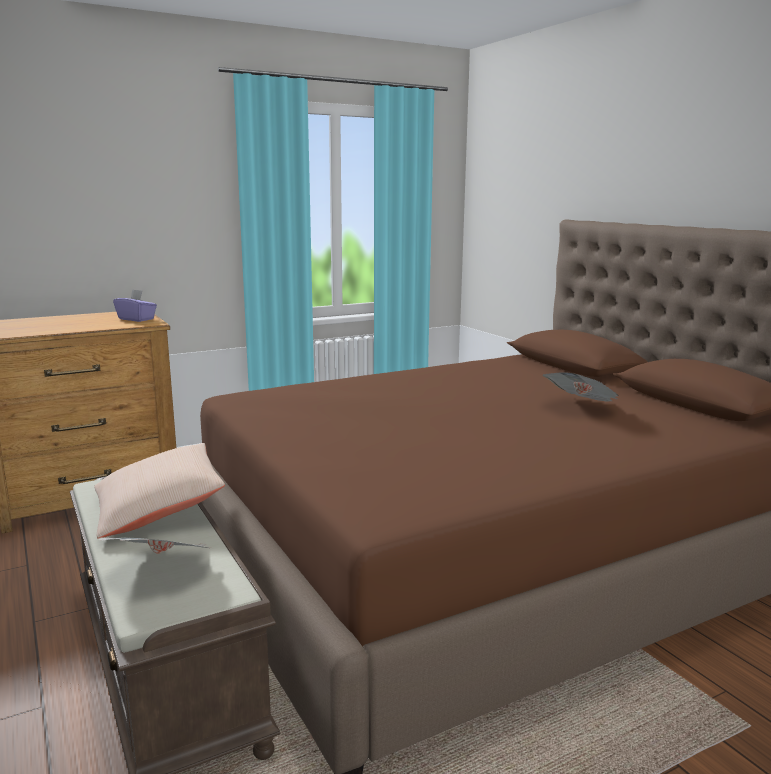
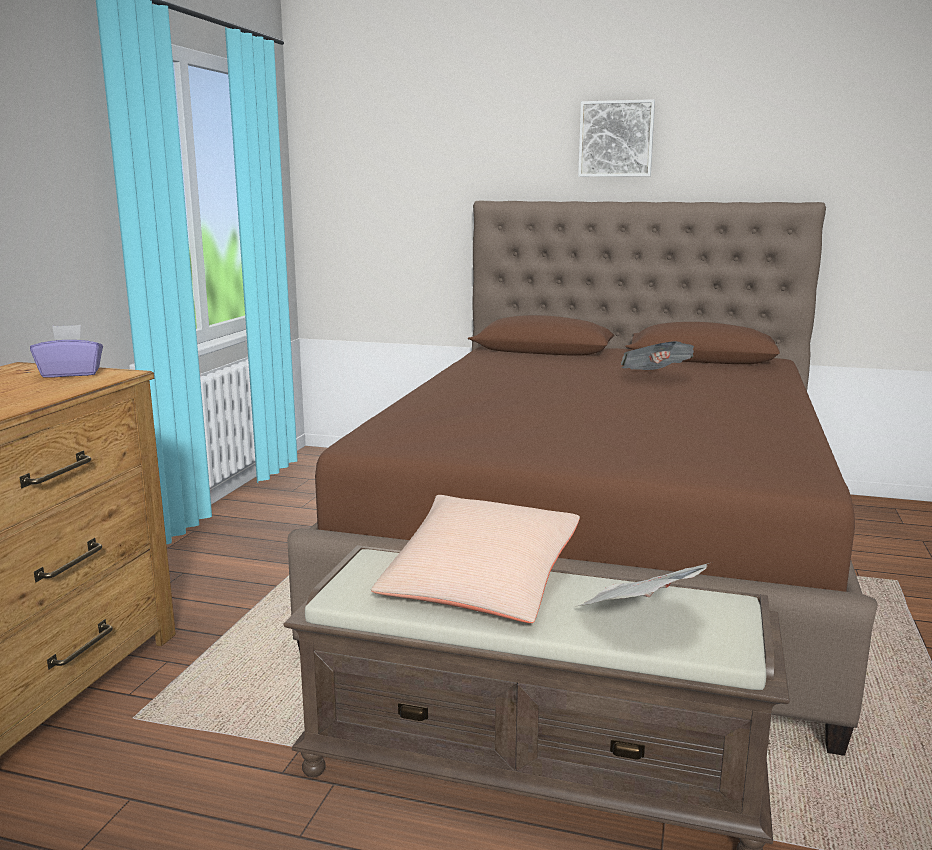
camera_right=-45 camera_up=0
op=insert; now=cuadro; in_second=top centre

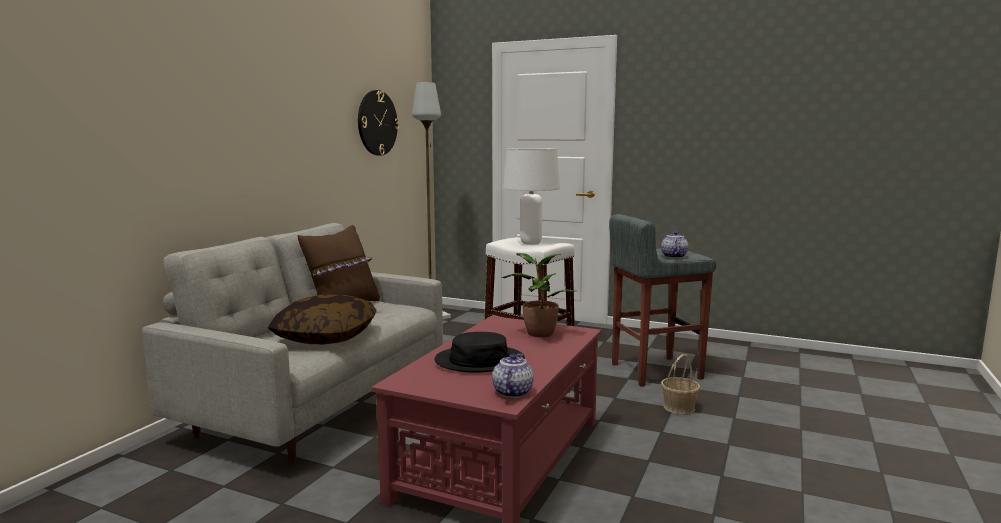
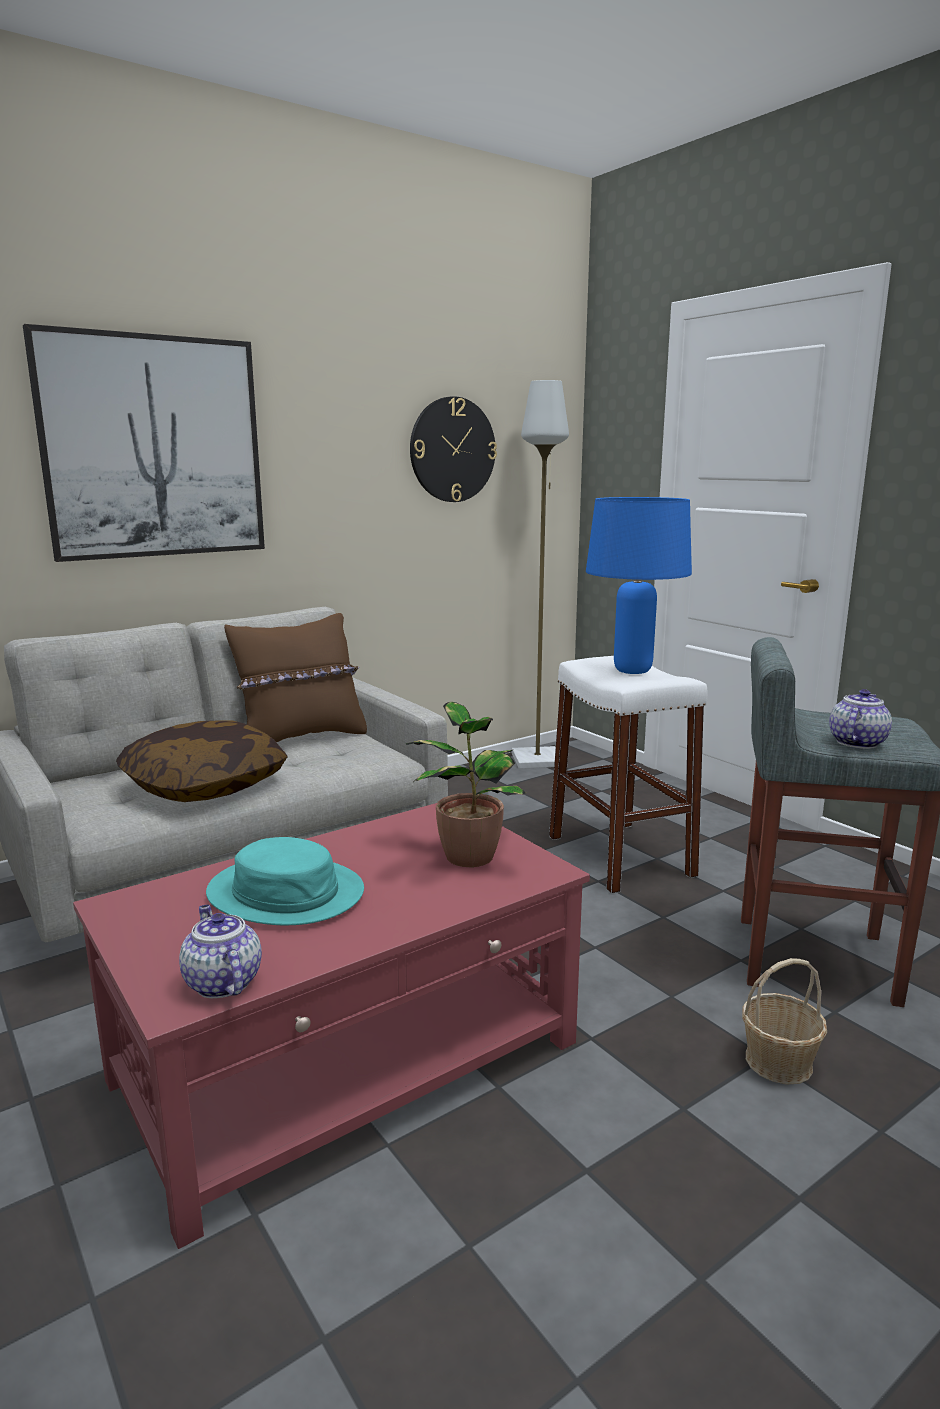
camera_right=30 camera_up=5
op=recolor; was=lámpara de mesa/blanco; now=lámpara de mesa/azul; in_first=centre; in_second=middle right
op=recolor; was=sombrero/negro; now=sombrero/turquesa; in_first=bottom centre; in_second=middle left
op=rotate; was=tetera (1st from left); in_first=bottom centre; in_second=bottom left; clockwise=-75
op=insert; now=cuadro; in_second=top left

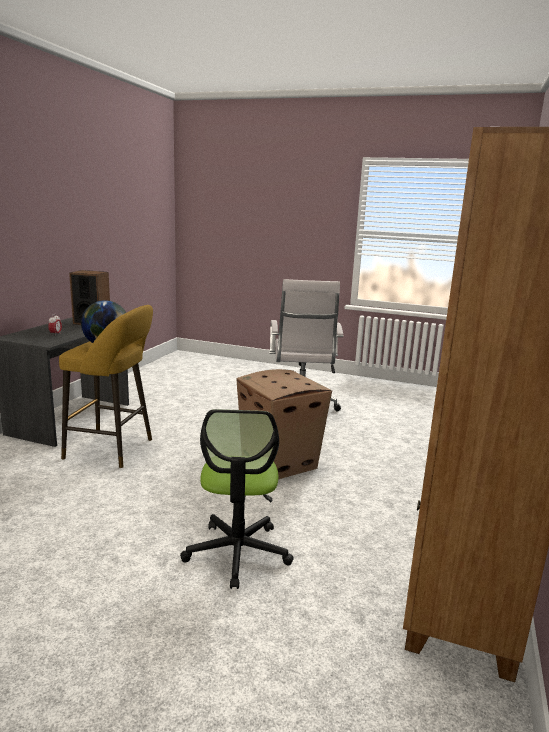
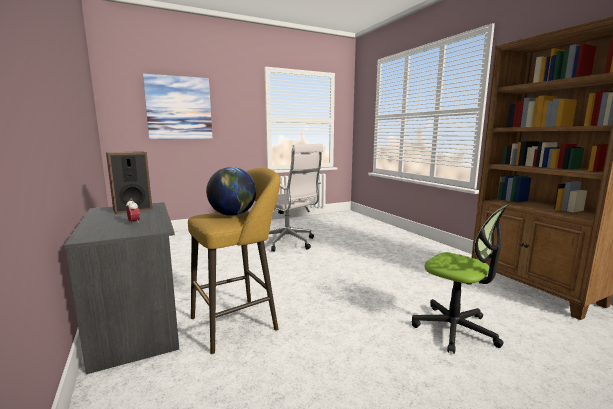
camera_right=-45 camera_up=-5
op=delete; was=caja de cartón; in_first=centre
op=insert; now=cuadro; in_second=top left

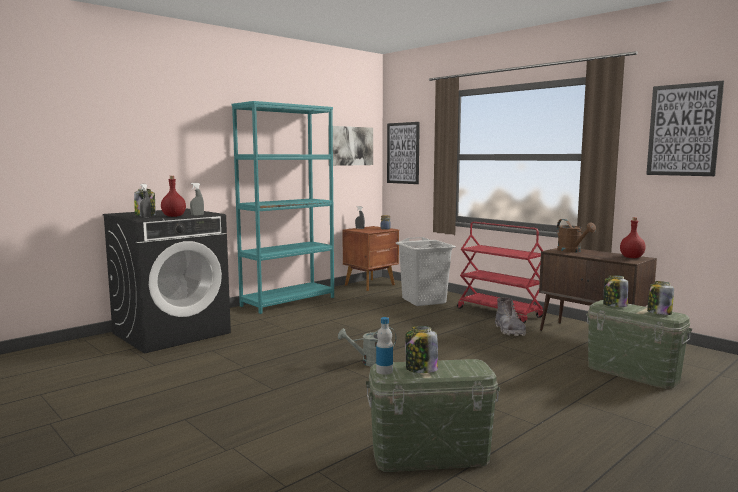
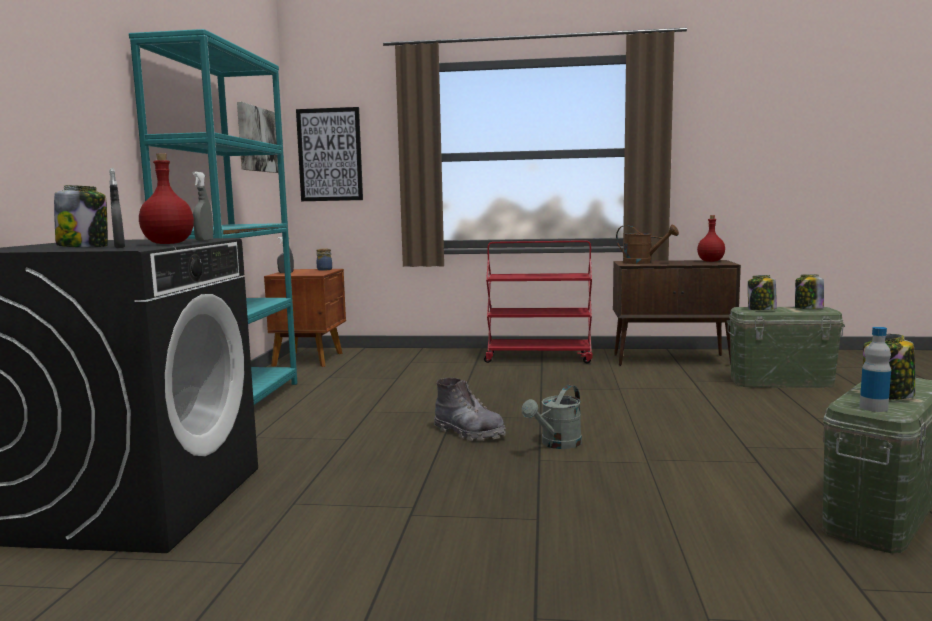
camera_right=-40 camera_up=0
op=delete; was=cuadro (3rd from left); in_first=top right
op=delete; was=cesto de la ropa/gris; in_first=centre
op=move; was=bota/gris; in_first=middle right; in_second=centre

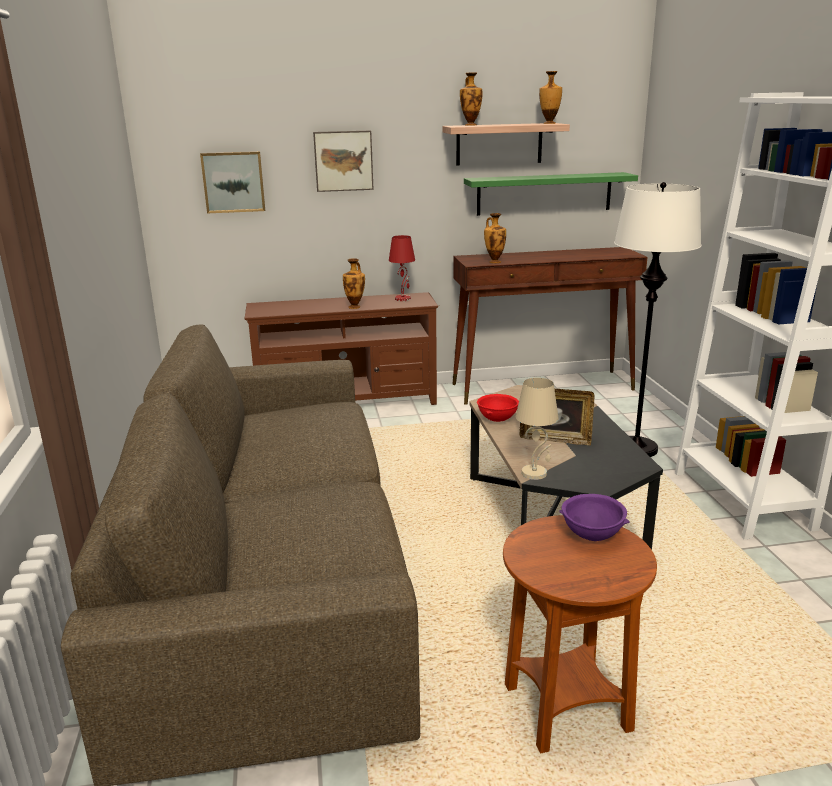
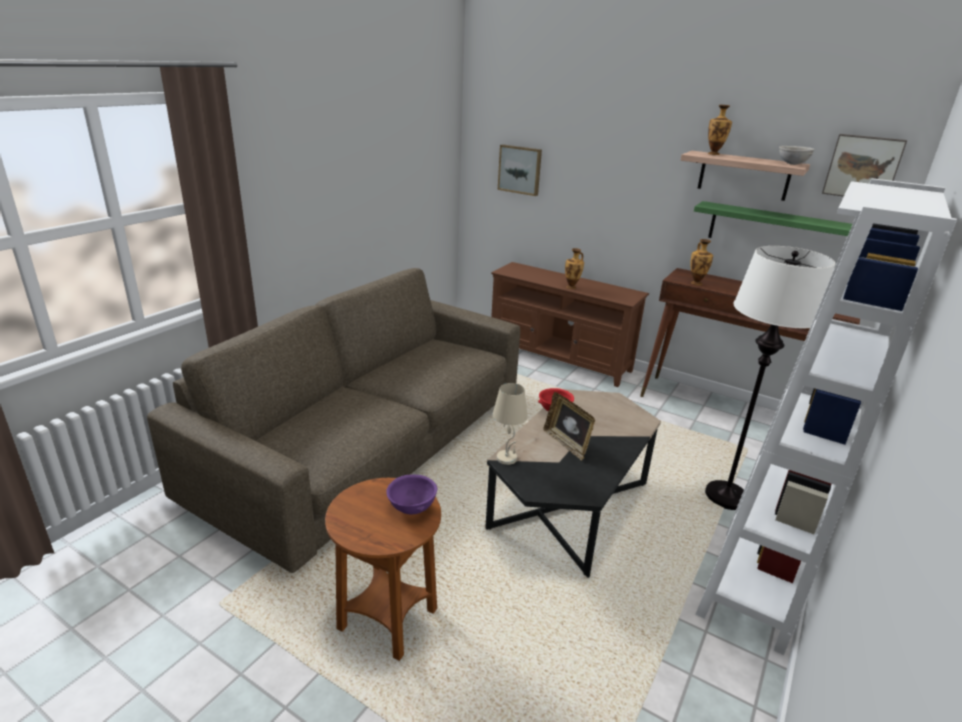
camera_right=40 camera_up=5
op=replace; was=florero (4th from left); now=cuenco/gris; in_first=top centre; in_second=top right
op=move; was=cuadro (2nd from left); in_first=top centre; in_second=top right
op=delete; was=lámpara de mesa/rojo; in_first=centre

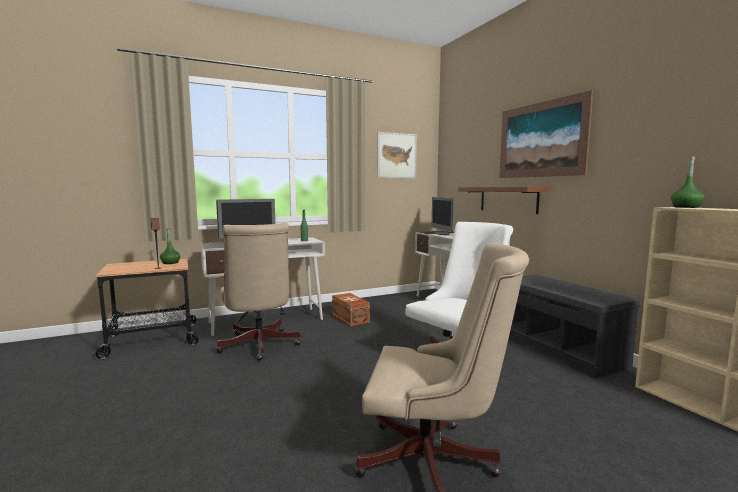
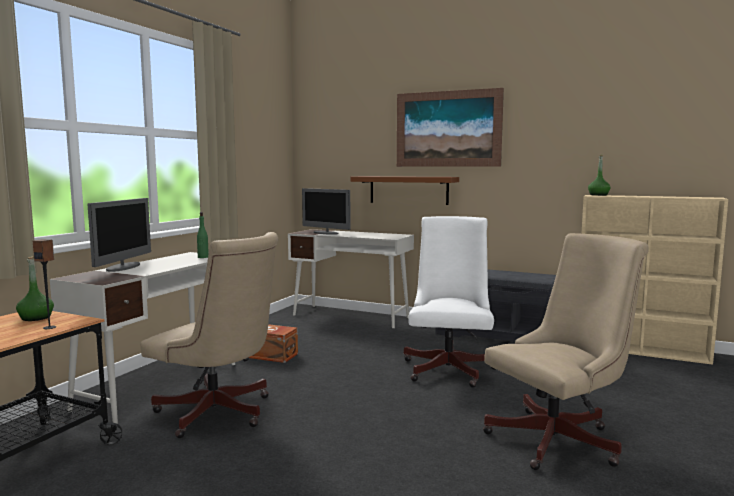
camera_right=-40 camera_up=0
op=delete; was=cuadro (1st from left); in_first=top centre

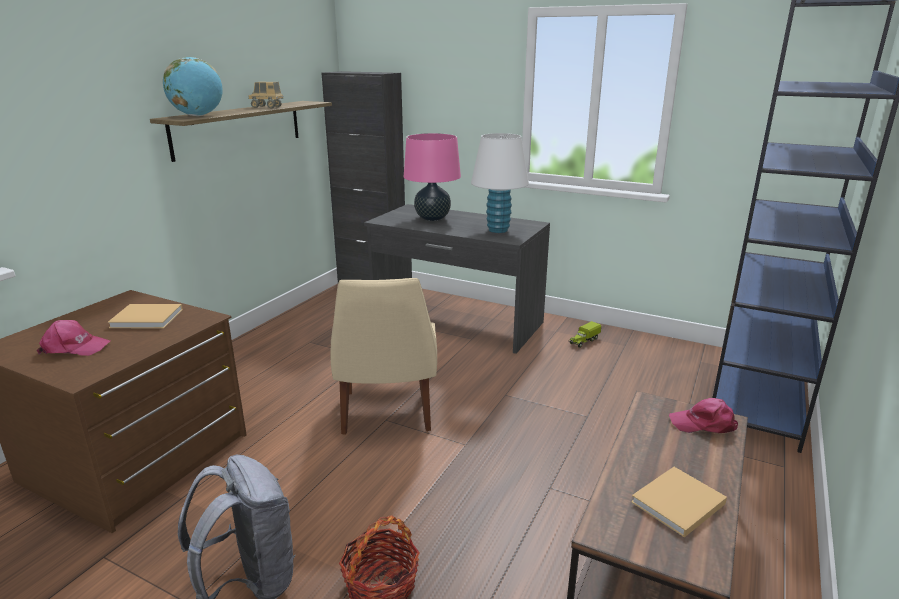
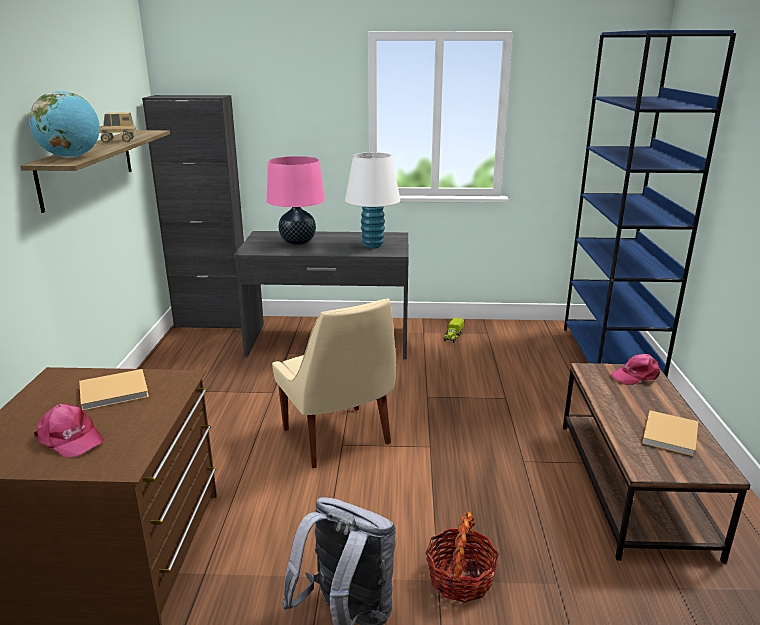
camera_right=-25 camera_up=0
op=rotate; was=gorra/rosa (1st from left); in_first=middle left; in_second=bottom left; clockwise=60

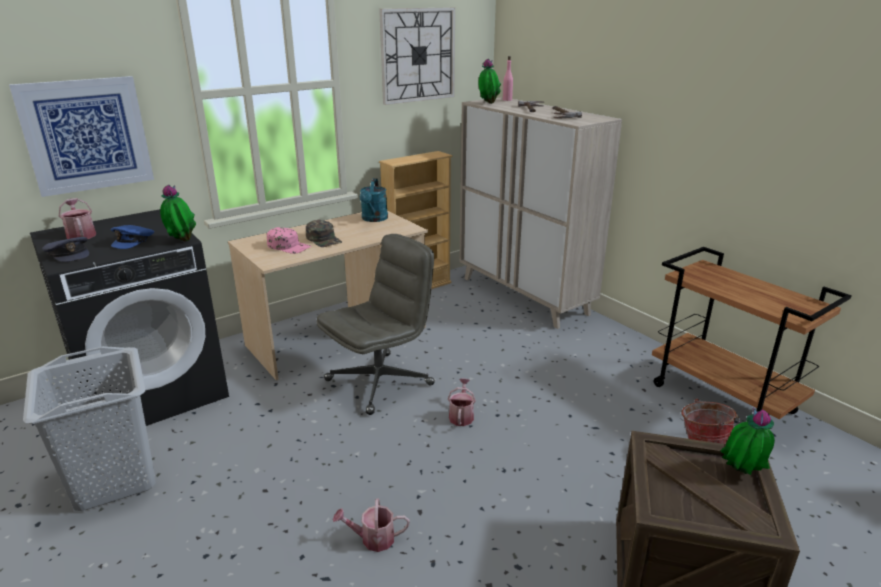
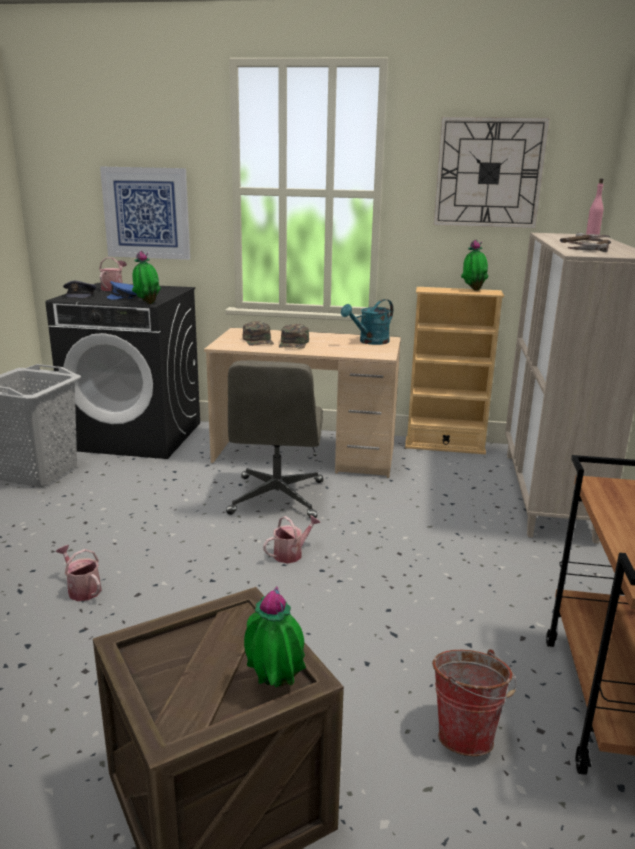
camera_right=45 camera_up=-5
op=move; was=planta en maceta (2nd from left in the first image); now=planta en maceta (3rd from left); in_first=top centre; in_second=top right
op=recolor; was=gorra/rosa; now=gorra/verde (1st from left); in_first=middle left; in_second=centre
op=rotate; was=silla de oficina/gris; in_first=centre; in_second=centre; clockwise=90

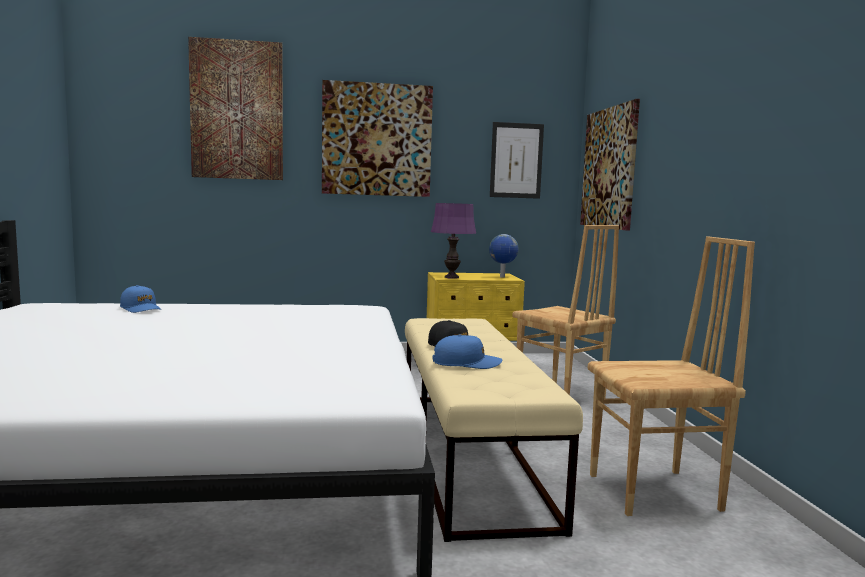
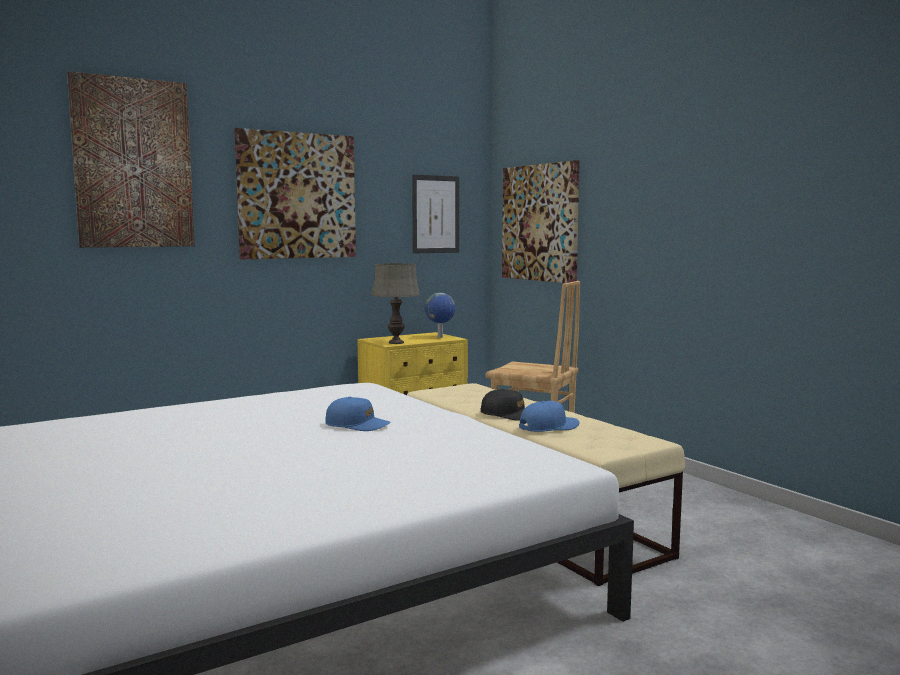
camera_right=-25 camera_up=0
op=recolor; was=lámpara de mesa/morado; now=lámpara de mesa/gris; in_first=centre; in_second=centre
op=delete; was=silla/marrón (2nd from left); in_first=middle right
op=move; was=gorra/azul (1st from left); in_first=middle left; in_second=centre

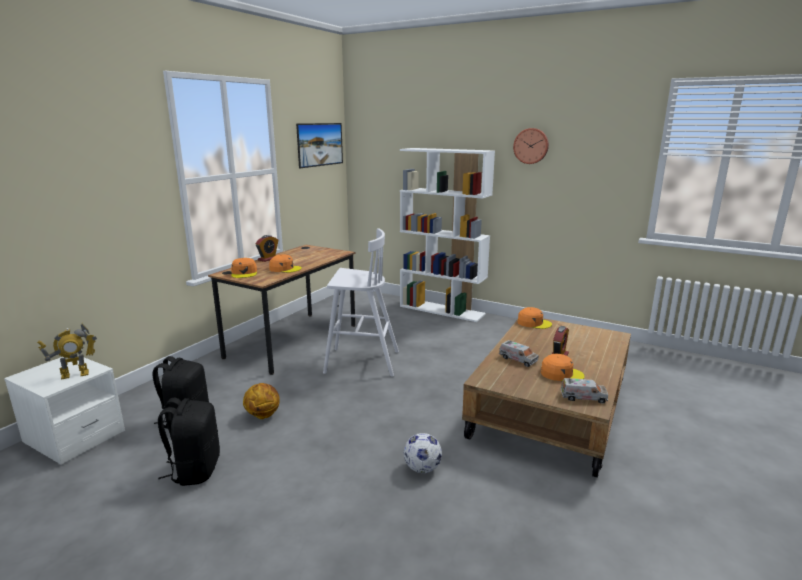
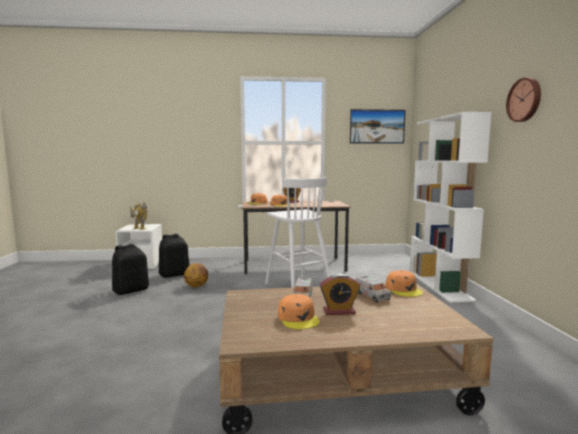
camera_right=55 camera_up=-10
op=move; was=camión de juguete (2nd from left); in_first=bottom right; in_second=centre
op=delete; was=balón de fútbol; in_first=bottom centre

